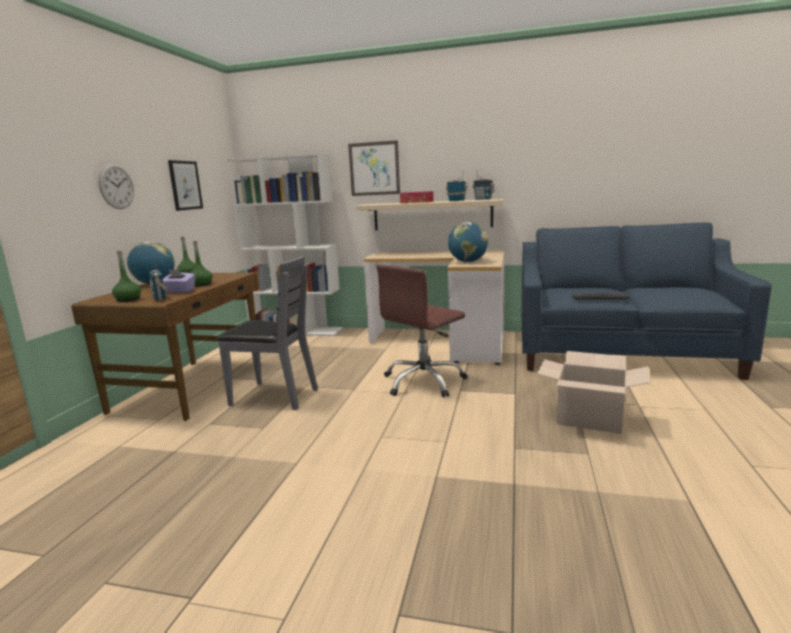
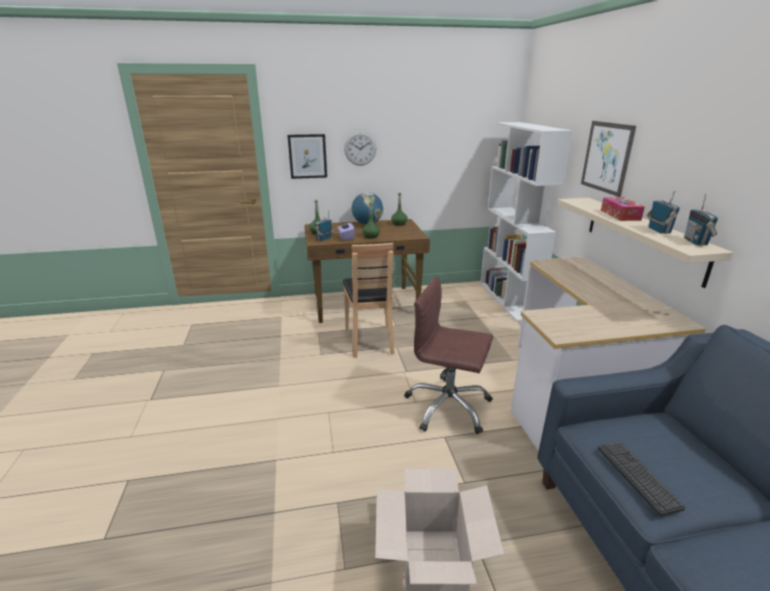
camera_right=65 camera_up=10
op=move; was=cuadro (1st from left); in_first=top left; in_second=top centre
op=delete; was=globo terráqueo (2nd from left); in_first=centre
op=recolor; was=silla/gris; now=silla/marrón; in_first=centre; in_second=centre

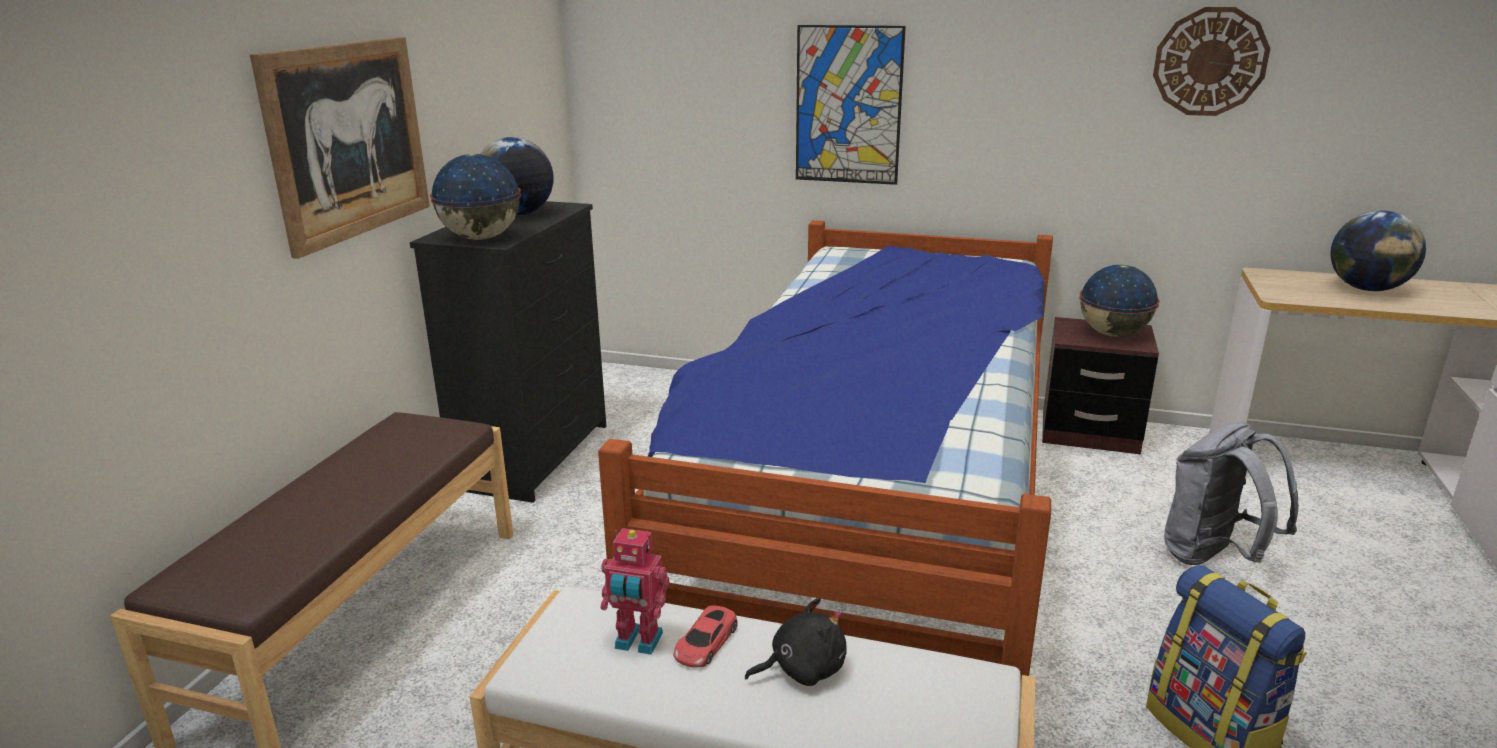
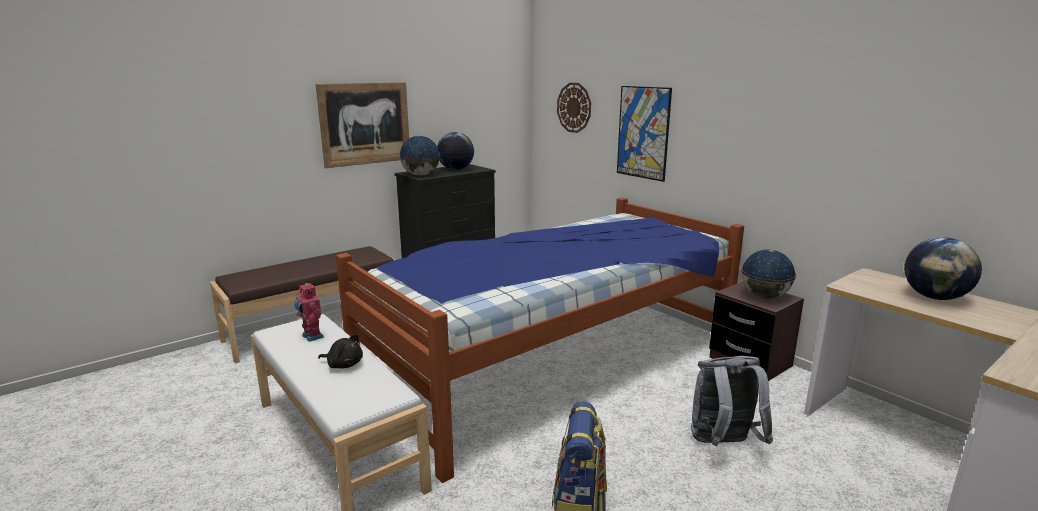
camera_right=35 camera_up=-5
op=move; was=reloj de pared; in_first=top right; in_second=top centre
op=delete; was=coche de juguete/rojo; in_first=bottom centre

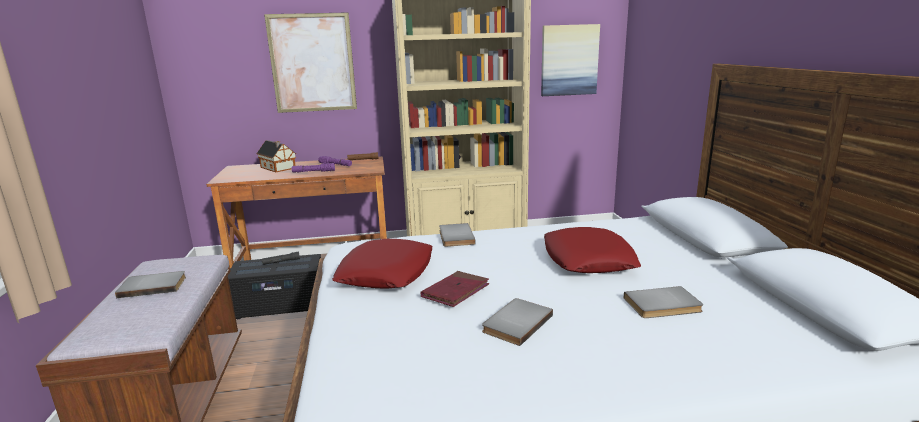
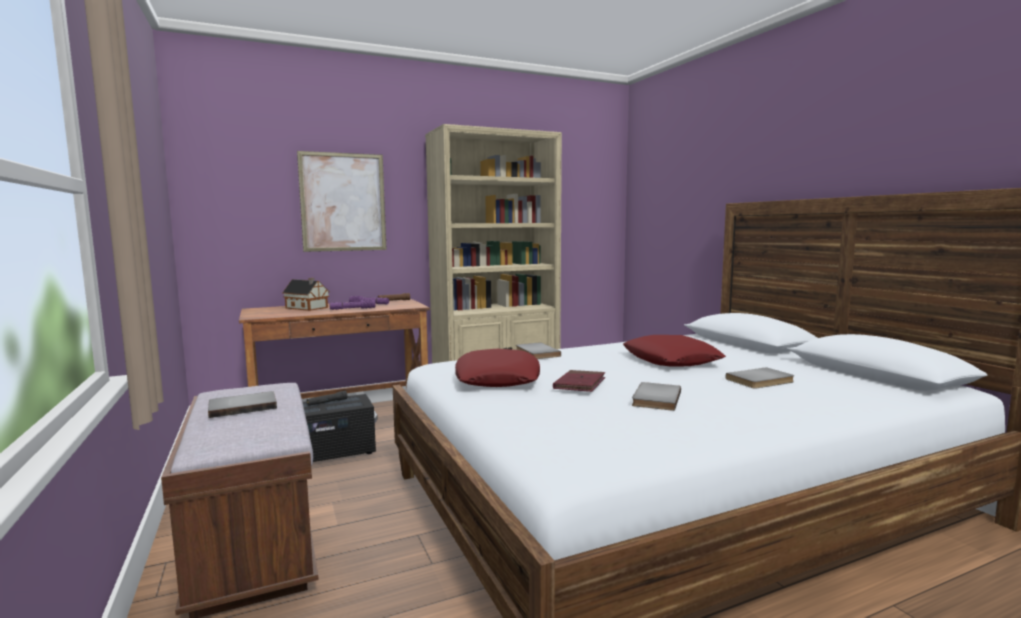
camera_right=-15 camera_up=-10
op=delete; was=cuadro (2nd from left); in_first=top centre

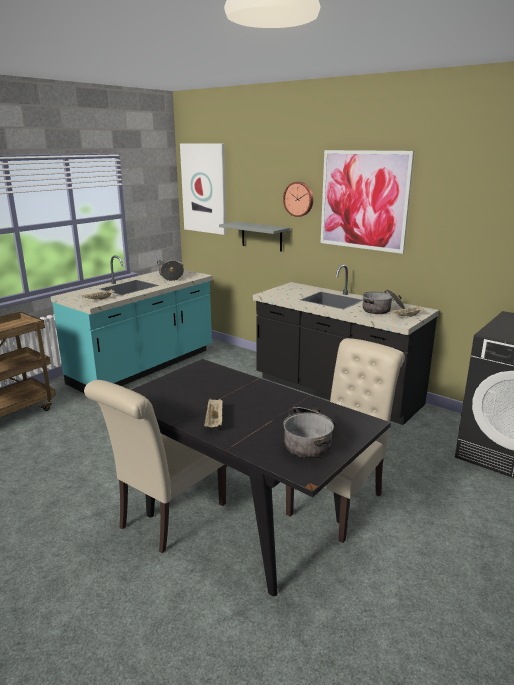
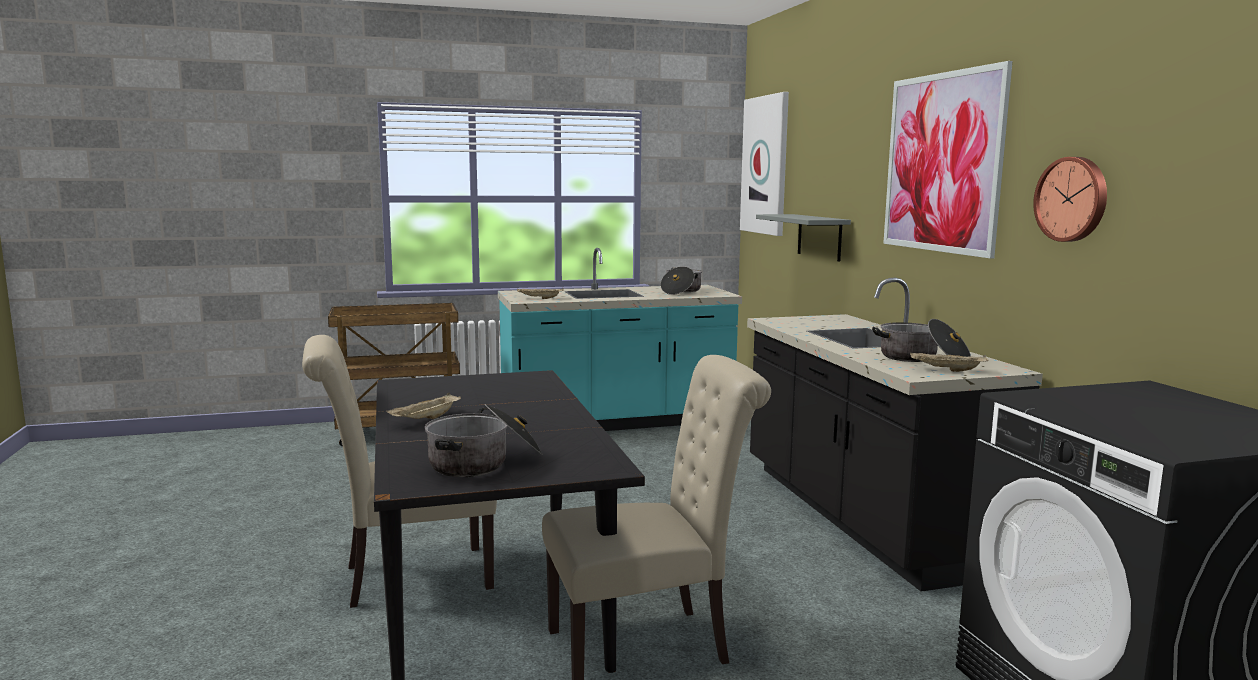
camera_right=35 camera_up=-10
op=move; was=reloj de pared; in_first=top centre; in_second=top right

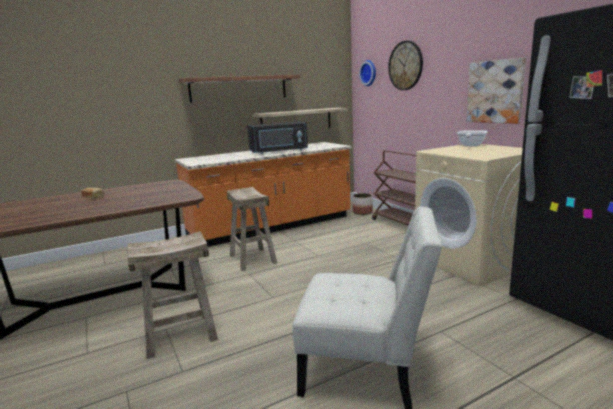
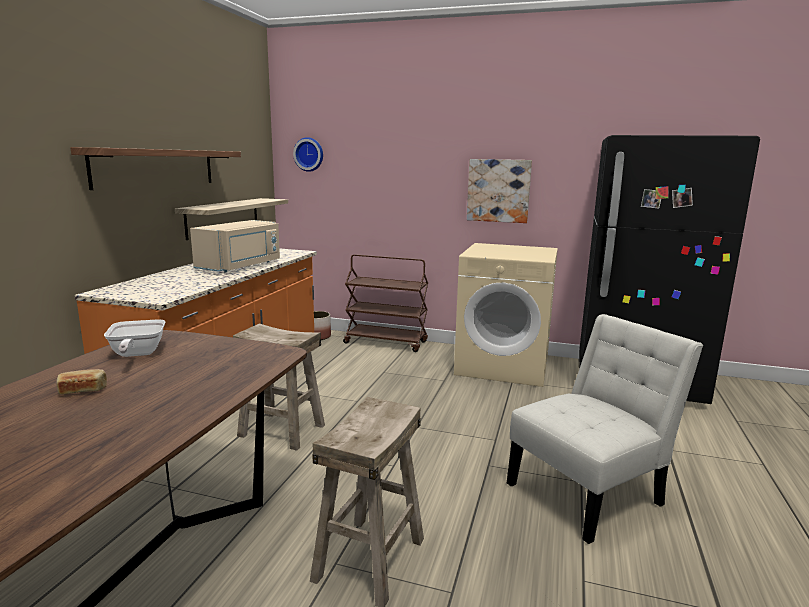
camera_right=-45 camera_up=0
op=delete; was=reloj de pared (2nd from left); in_first=top centre
op=recolor; was=microondas/negro; now=microondas/beis; in_first=centre; in_second=middle left
op=move; was=sartén; in_first=middle right; in_second=middle left

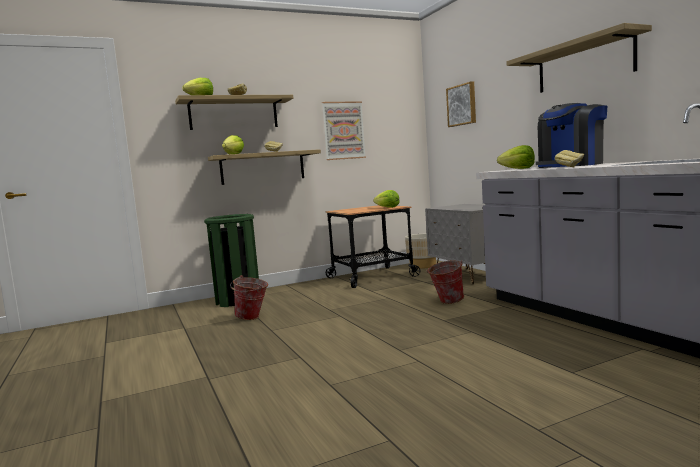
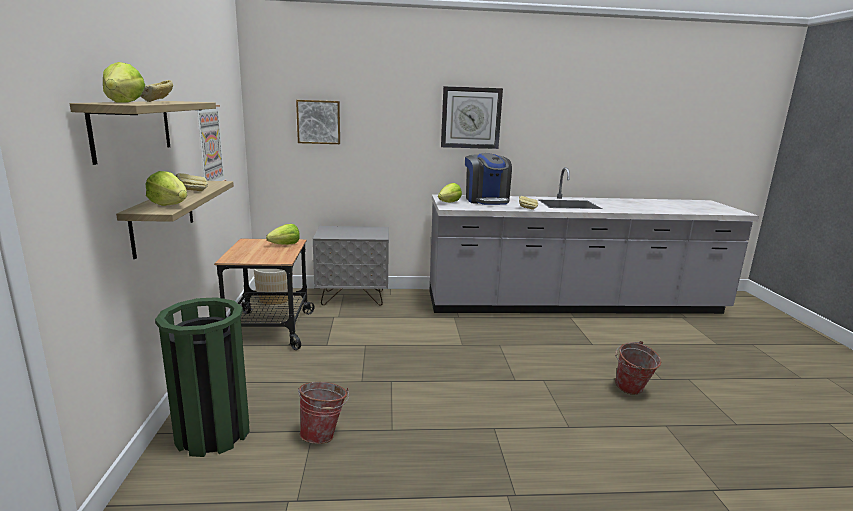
camera_right=-70 camera_up=10
op=replace; was=estante (3rd from left); now=reloj de pared; in_first=top right; in_second=top centre
op=move; was=cubo (2nd from left); in_first=centre; in_second=bottom right

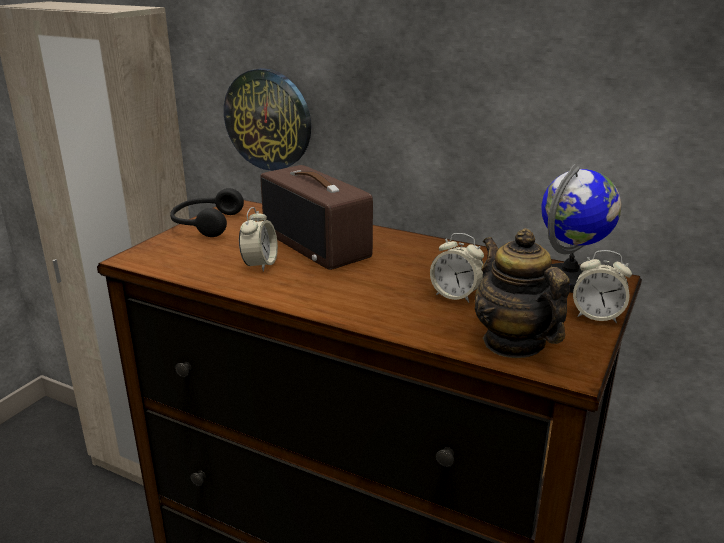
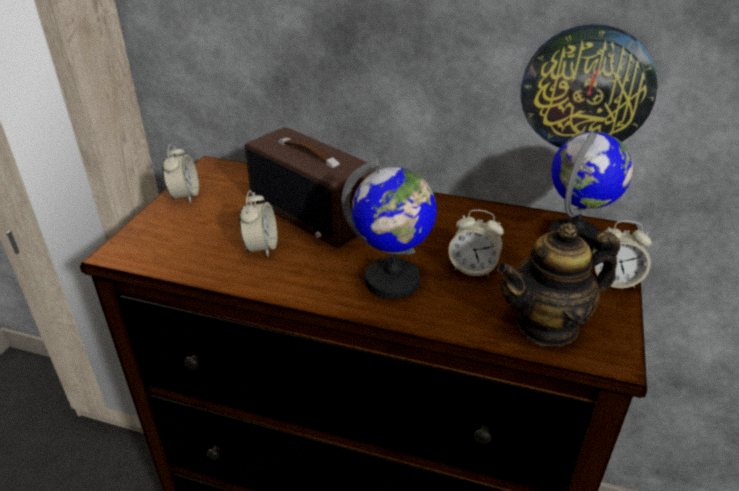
camera_right=-10 camera_up=10
op=move; was=reloj de pared; in_first=top centre; in_second=top right
op=replace; was=auriculares/negro; now=despertador (1st from left); in_first=middle left; in_second=middle left
op=rotate; was=tetera; in_first=middle right; in_second=middle right; clockwise=-75
op=insert; now=globo terráqueo (1st from left); in_second=centre

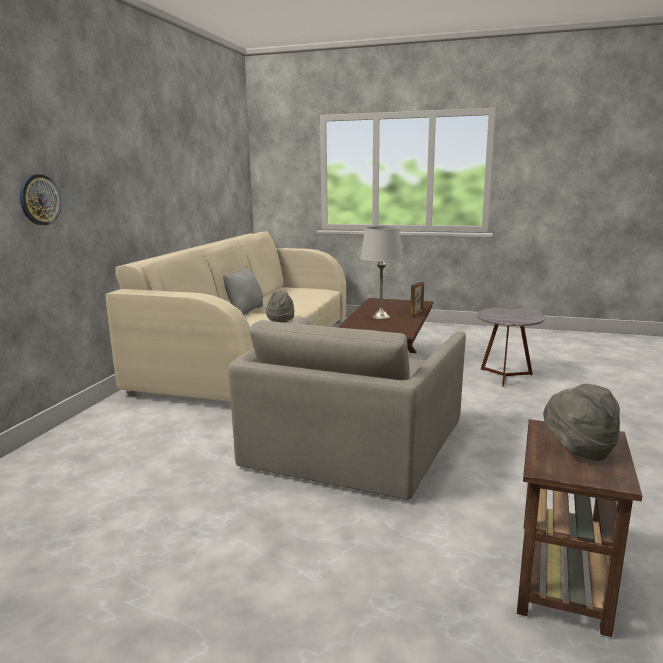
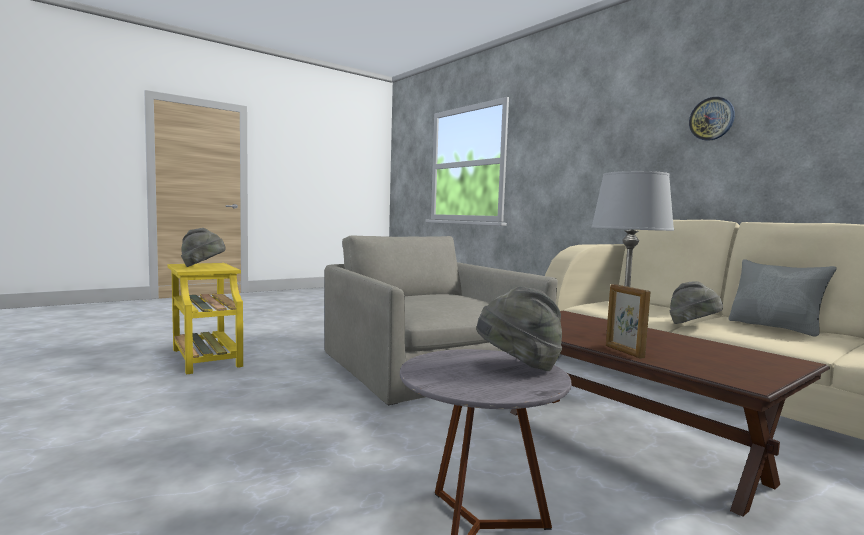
camera_right=125 camera_up=-10
op=move; was=reloj de pared; in_first=top left; in_second=top right
op=recolor; was=mesa auxiliar/marrón; now=mesa auxiliar/amarillo; in_first=bottom right; in_second=middle left
op=insert; now=sombrero/gris (2nd from left); in_second=centre

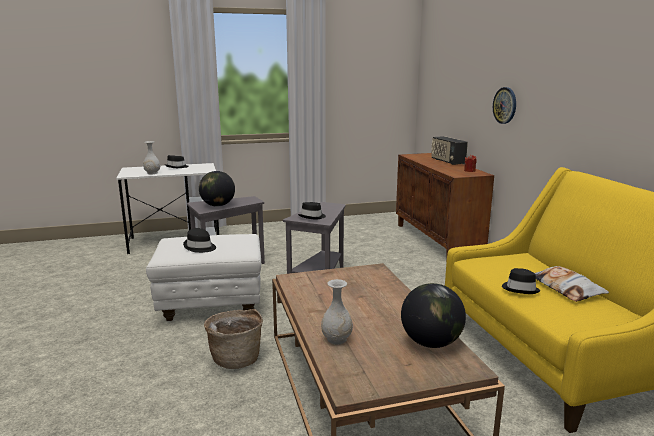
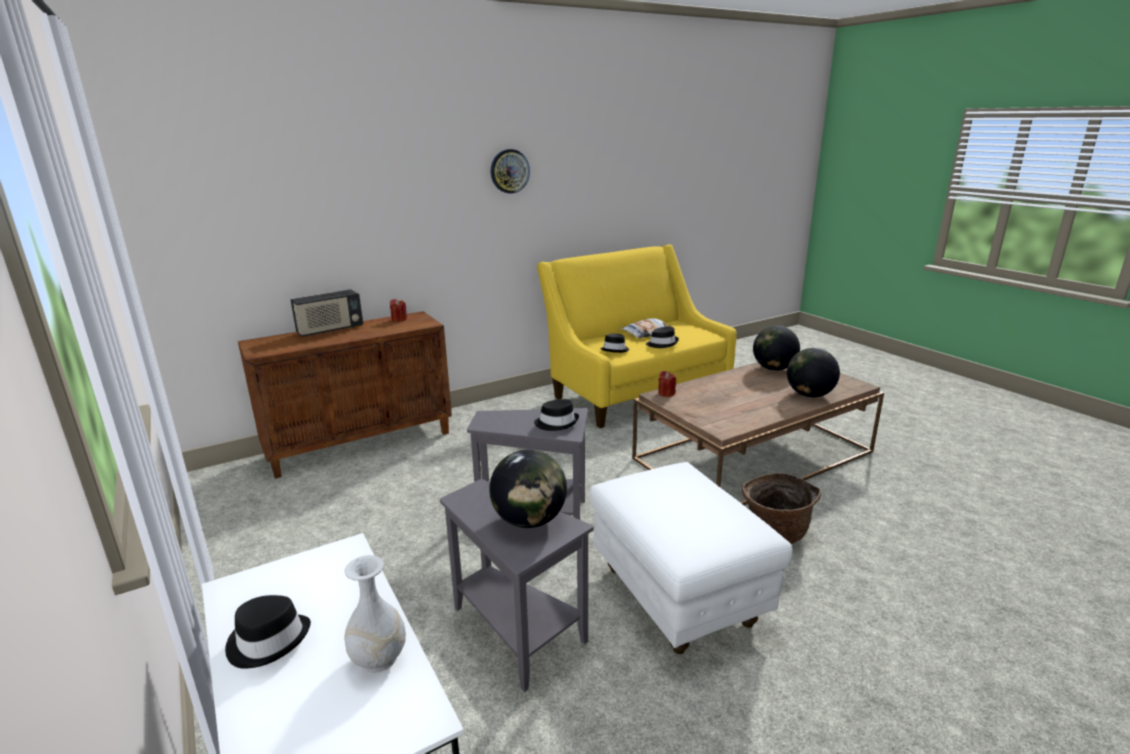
camera_right=-105 camera_up=5
op=move; was=reloj de pared; in_first=top right; in_second=top centre
op=move; was=sombrero/negro (2nd from left in the first image); now=sombrero/negro (3rd from left); in_first=middle left; in_second=centre
op=replace; was=florero/blanco (2nd from left); now=globo terráqueo (3rd from left); in_first=bottom centre; in_second=middle right
op=insert; now=vela/rojo (2nd from left); in_second=centre

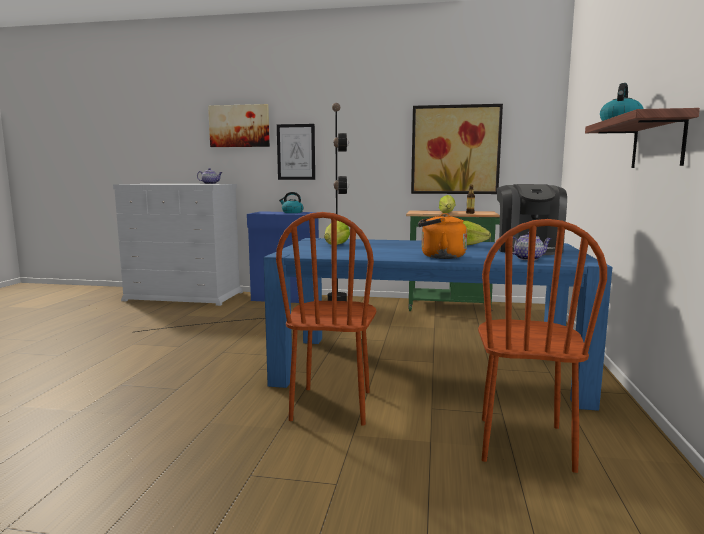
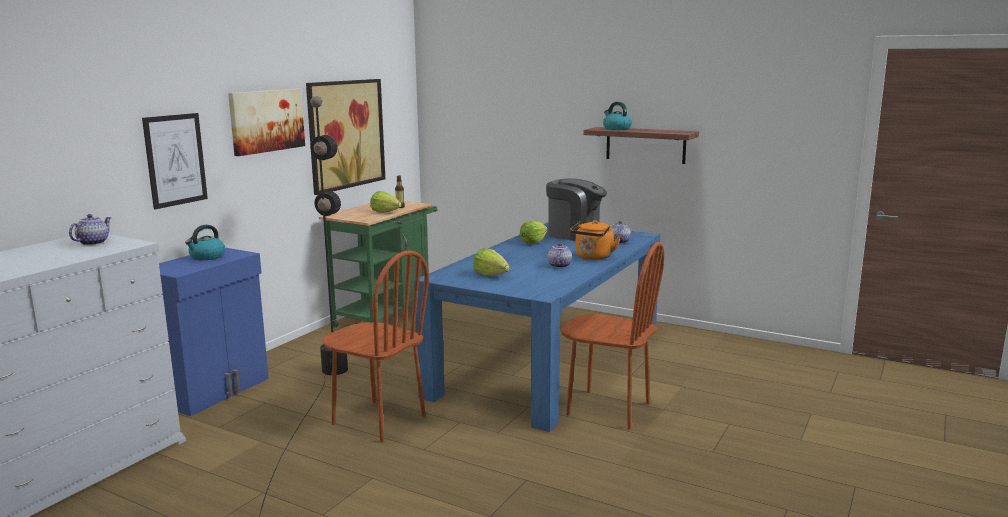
camera_right=-70 camera_up=5
op=move; was=cuadro (1st from left in the first image); now=cuadro (2nd from left); in_first=top centre; in_second=top left
op=move; was=silla/marrón (2nd from left in the first image); now=silla/marrón (1st from left); in_first=middle right; in_second=bottom centre
op=insert; now=tetera (2nd from left); in_second=centre

